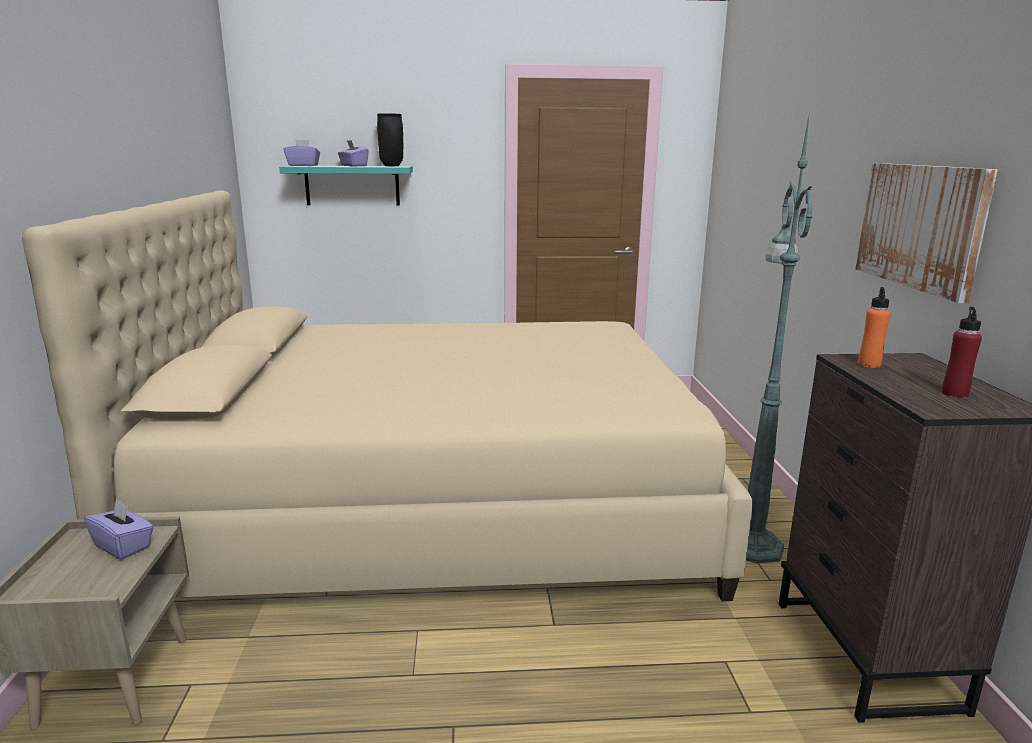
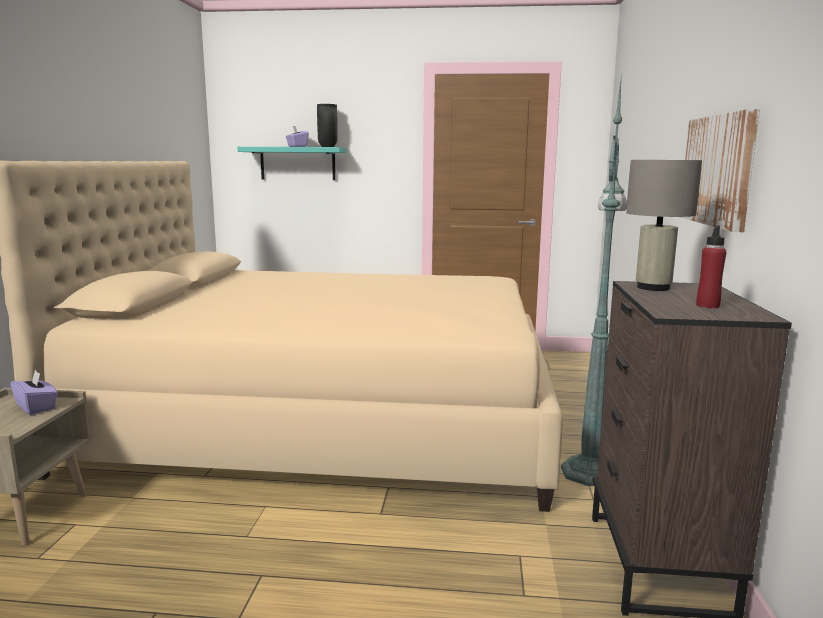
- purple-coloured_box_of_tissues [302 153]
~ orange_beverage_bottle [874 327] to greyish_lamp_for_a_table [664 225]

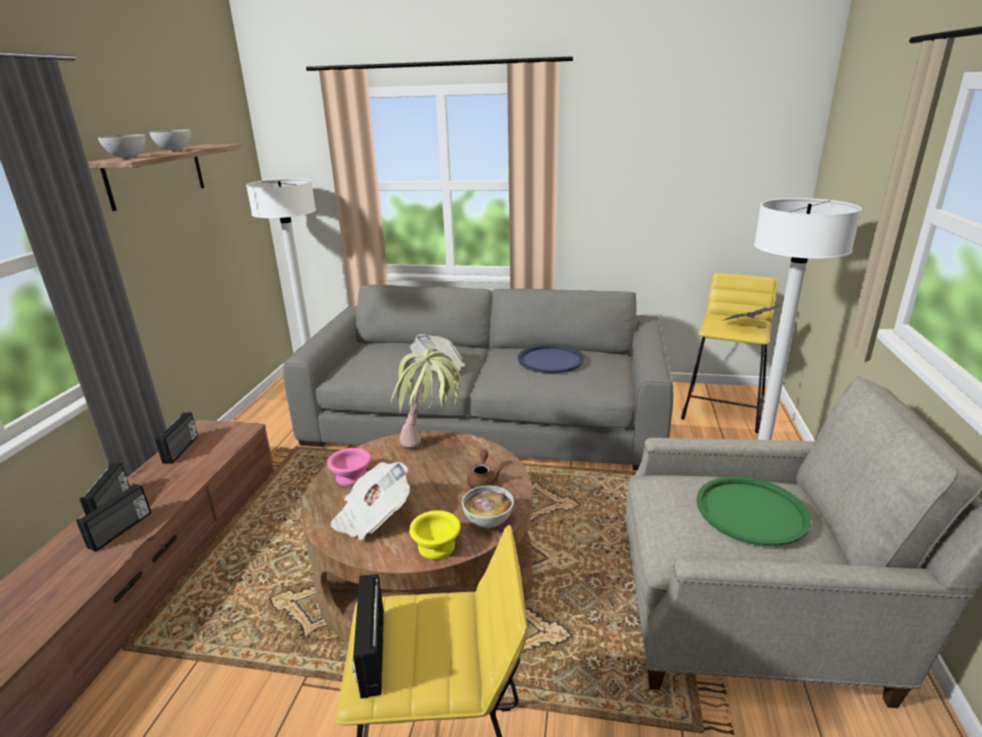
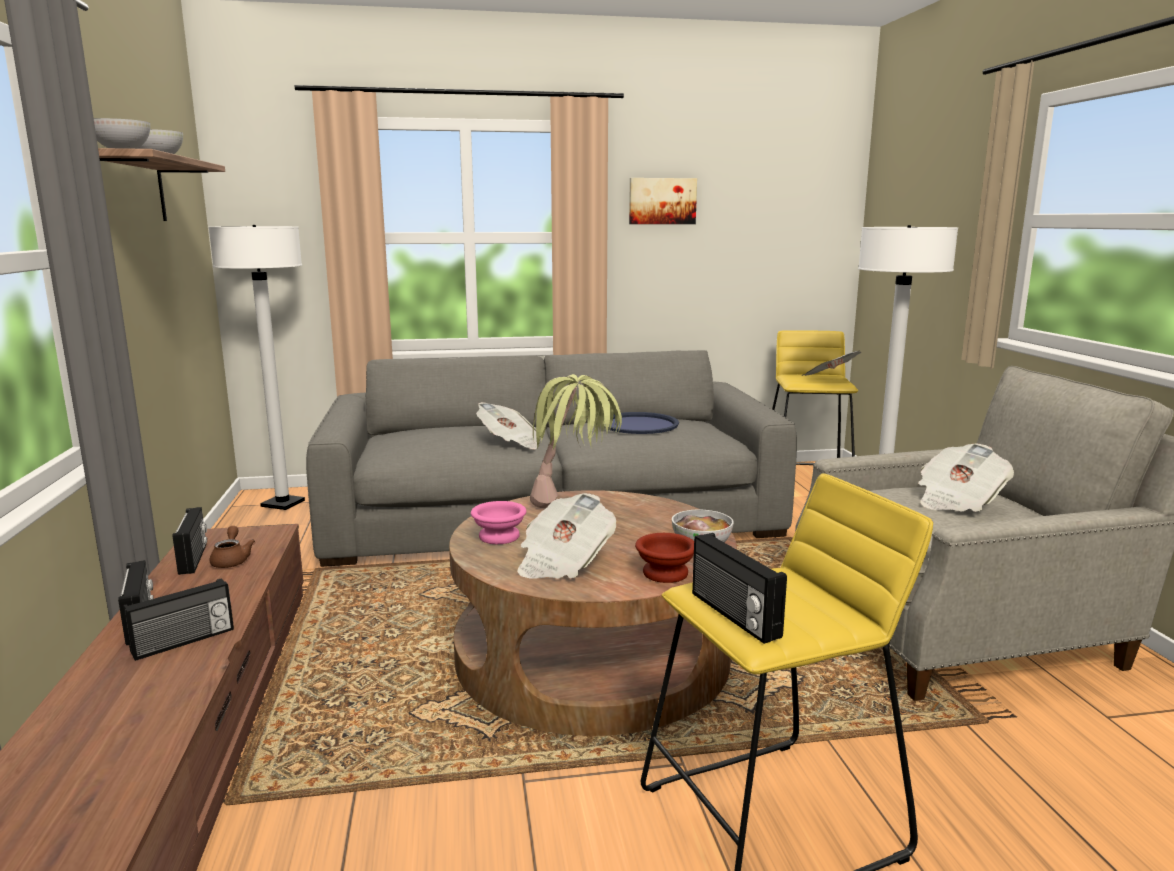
+ picture [663 201]
~ brownish_pot_for_tea [484 469] to [232 547]
~ green-coloured_carrying_tray [753 511] to printed_paper [966 478]
~ yellow-coloured_deep_dish [435 535] to brownish_deep_dish [664 558]
~ radio_receiver [113 518] = [178 620] 45 degrees clockwise

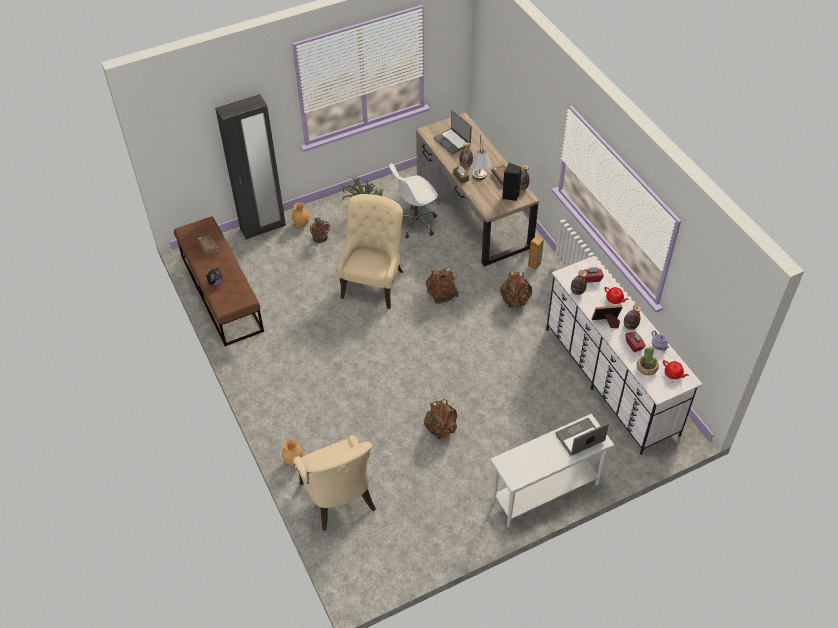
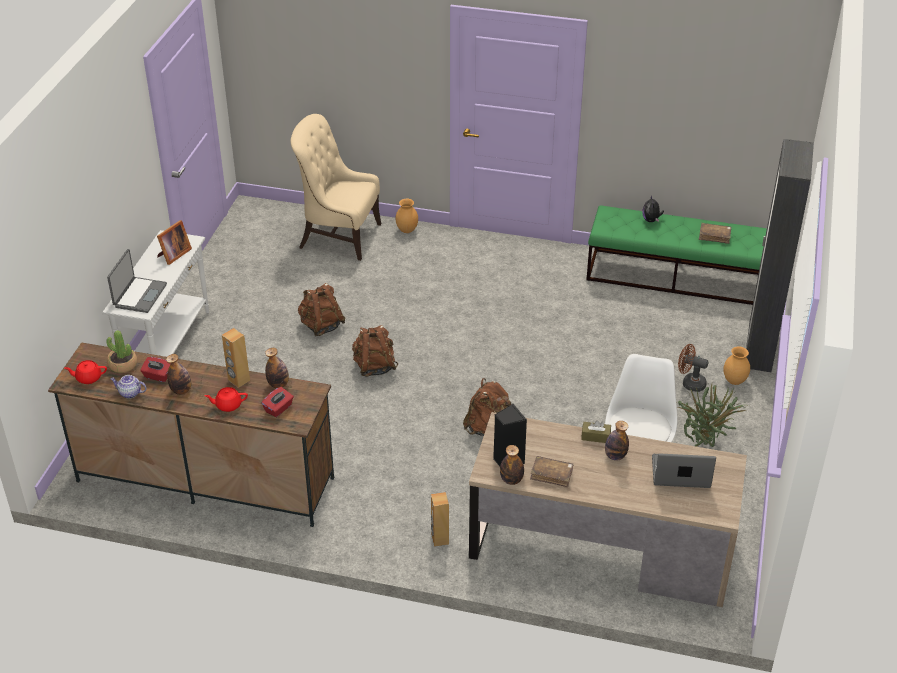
- beige-coloured_chair [369 251]
- greyish_lamp_for_a_table [481 157]
+ brownish_loudspeaker [236 358]
~ brownish_rucksack [516 289] to [375 351]
~ picture_frame [607 316] to [174 242]
~ brownish_bench [219 281] to green-coloured_bench [676 255]
~ white_drawer_chest [624 355] to brownish_drawer_chest [191 434]

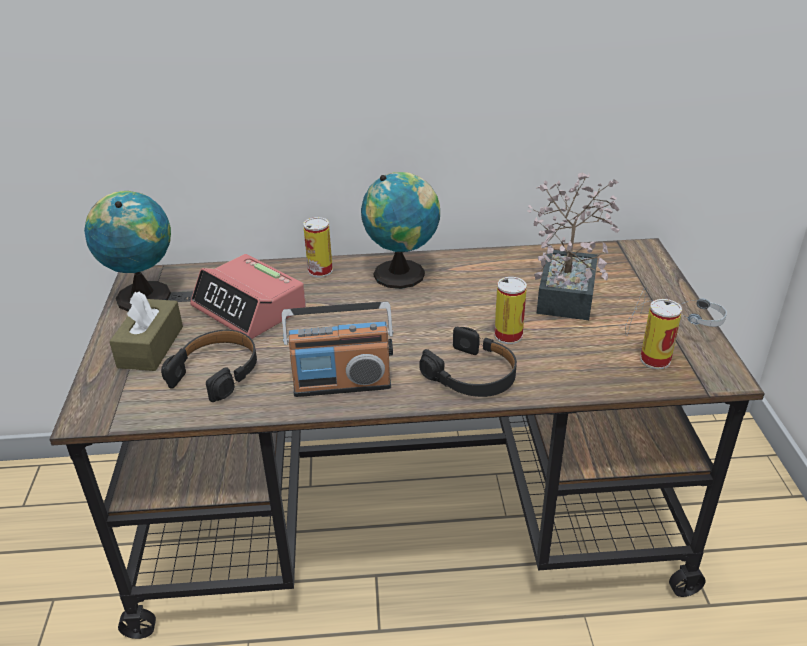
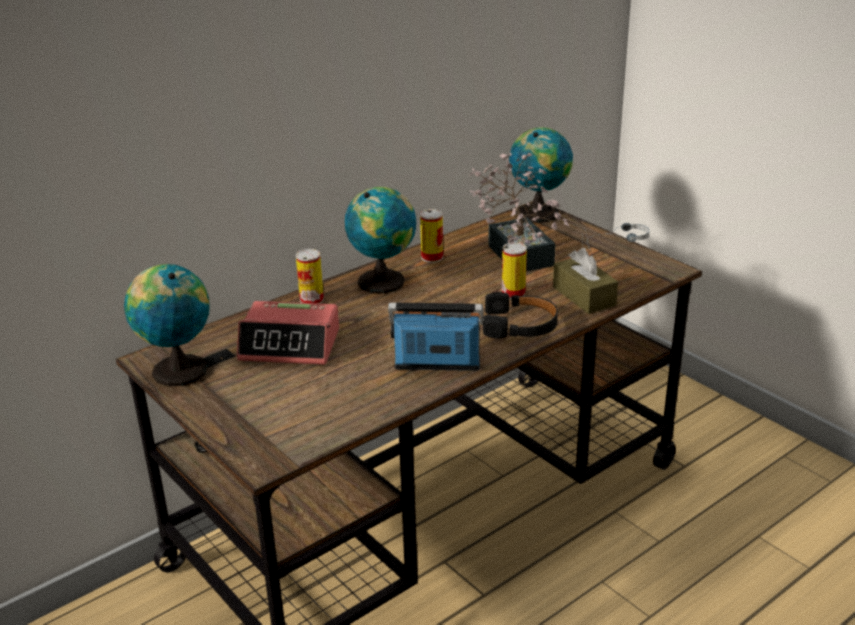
- black-coloured_headset [209 366]
+ globe [541 175]
~ brownish_box_of_tissues [146 331] to [585 281]
~ metal_can [661 334] to [431 236]
~ radio_receiver [337 349] = [436 337] 135 degrees counterclockwise

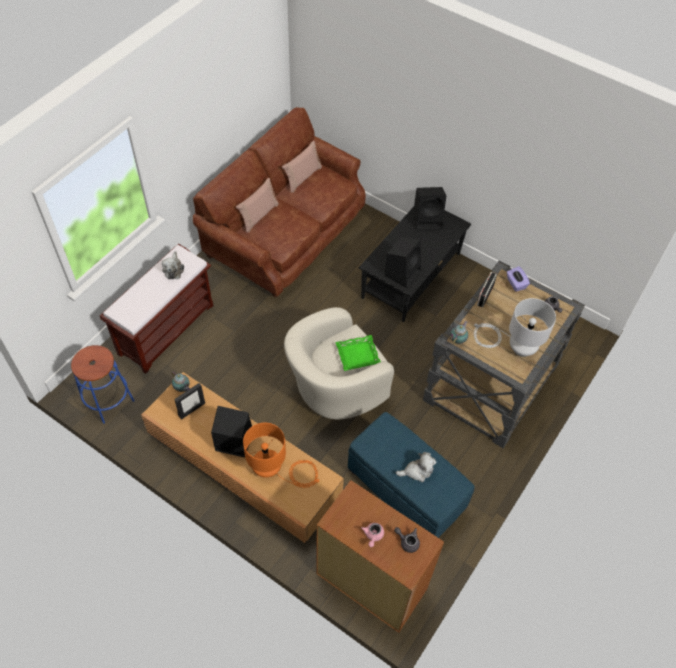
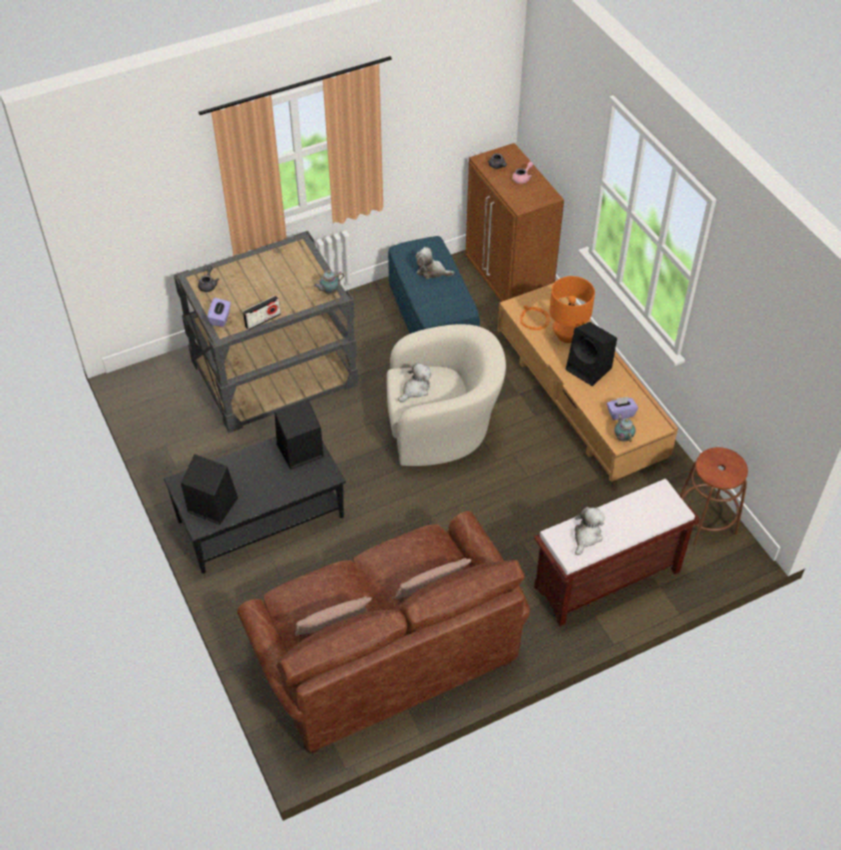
- greyish_lamp_for_a_table [515 327]
~ picture_frame [189 401] to purple-coloured_box_of_tissues [622 408]
~ green-coloured_carrying_tray [358 353] to cuddly_toy [414 382]
~ blue_stool_seat [103 384] to brownish_stool_seat [714 496]

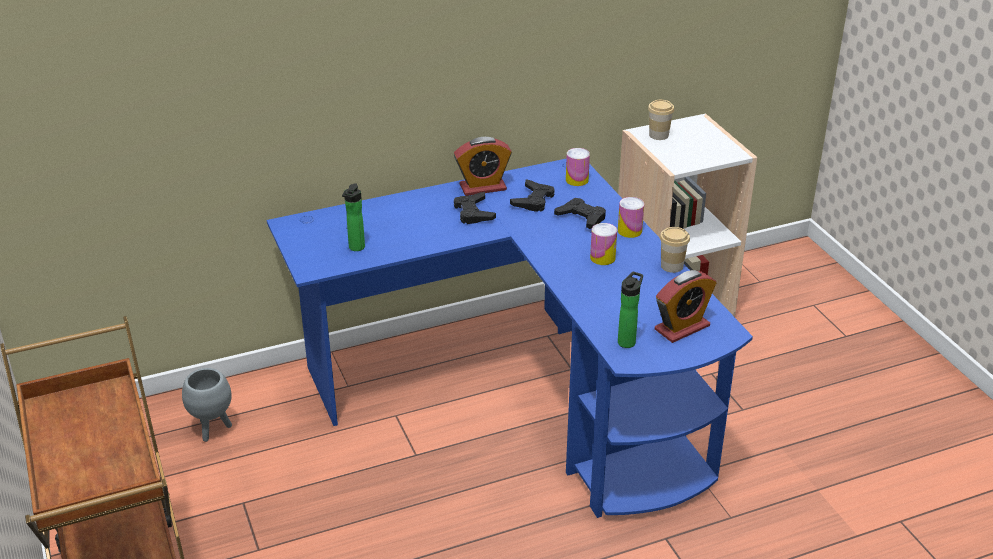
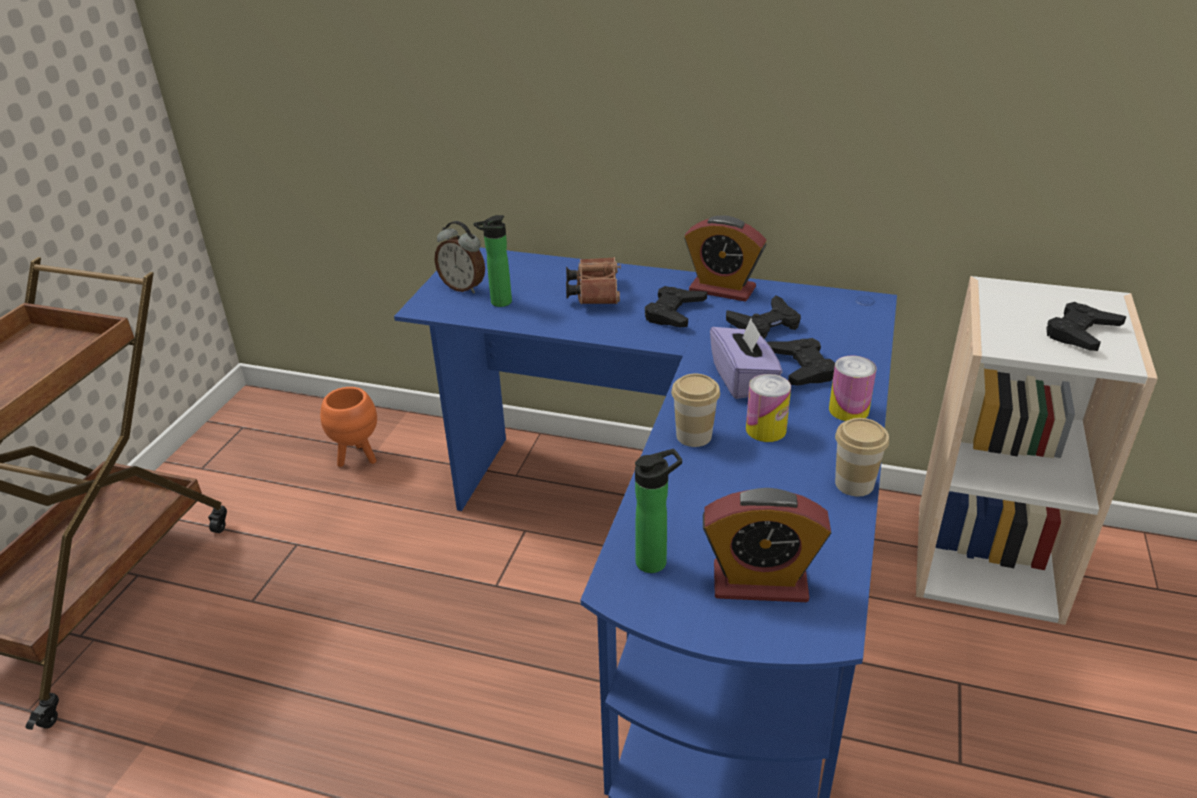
- metal_can [578 167]
+ bedside_clock [460 257]
+ brownish_pair_of_binoculars [593 280]
+ purple-coloured_box_of_tissues [746 358]
+ black-coloured_game_controller [1086 326]
~ cup [661 120] to [695 410]
~ greyish_planter [207 405] to orange_planter [348 427]

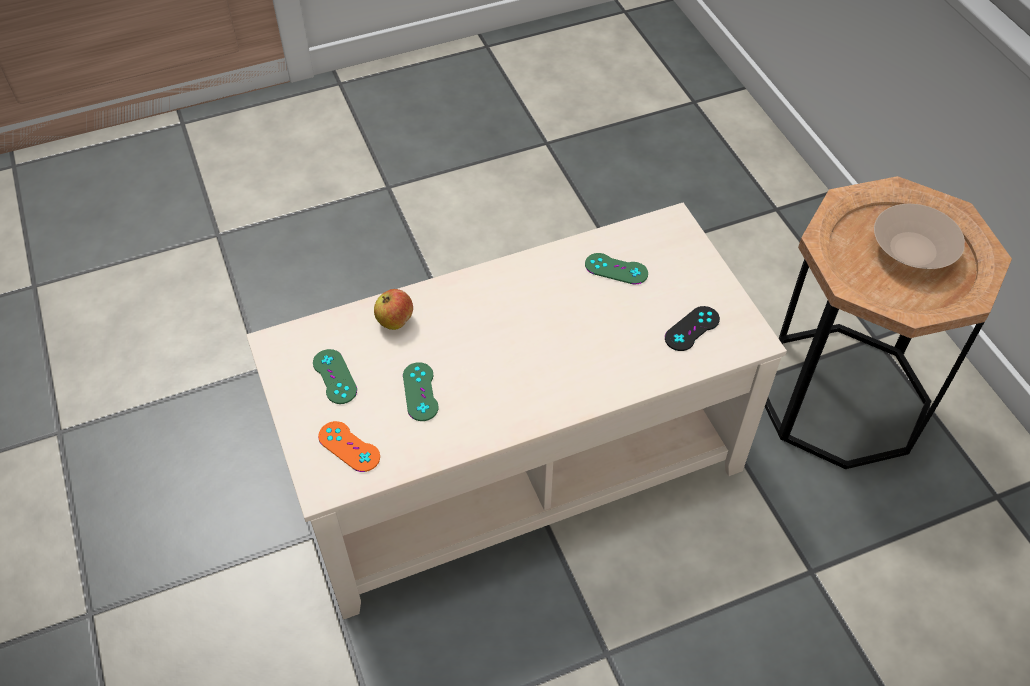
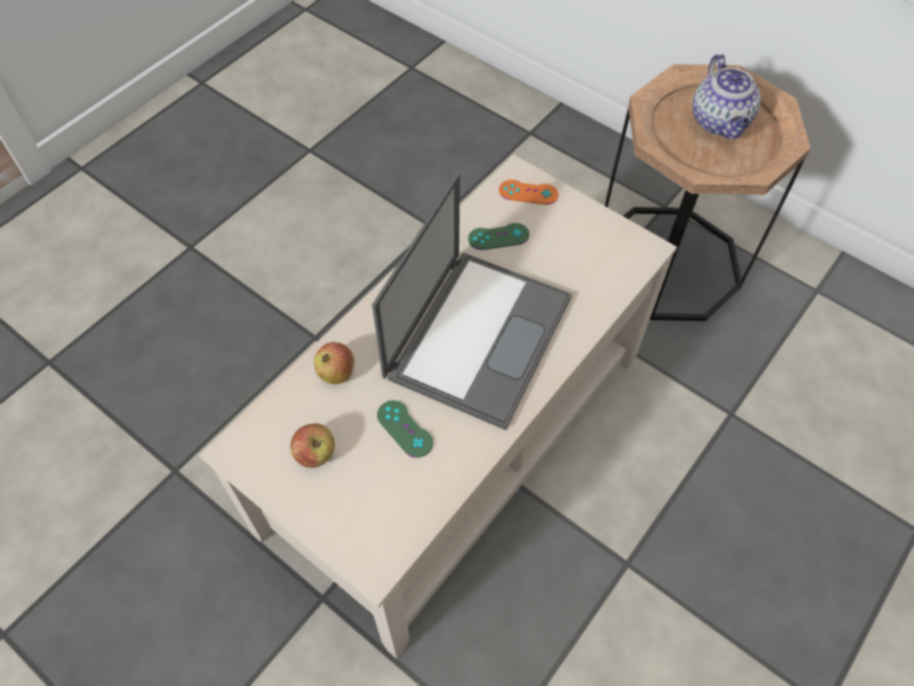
- black-coloured_game_controller [692 328]
+ portable_computer [472 301]
~ orange_game_controller [349 446] to [528 192]
~ green-coloured_game_controller [335 376] to apple_fruit [312 445]
~ beige-coloured_deep_dish [919 236] to pot_for_tea [727 96]

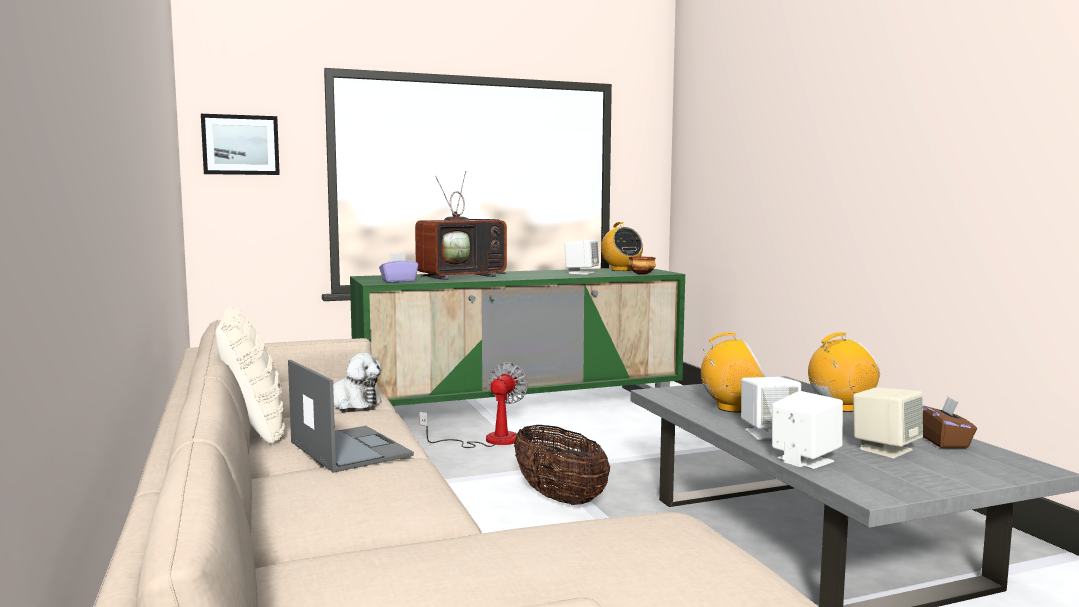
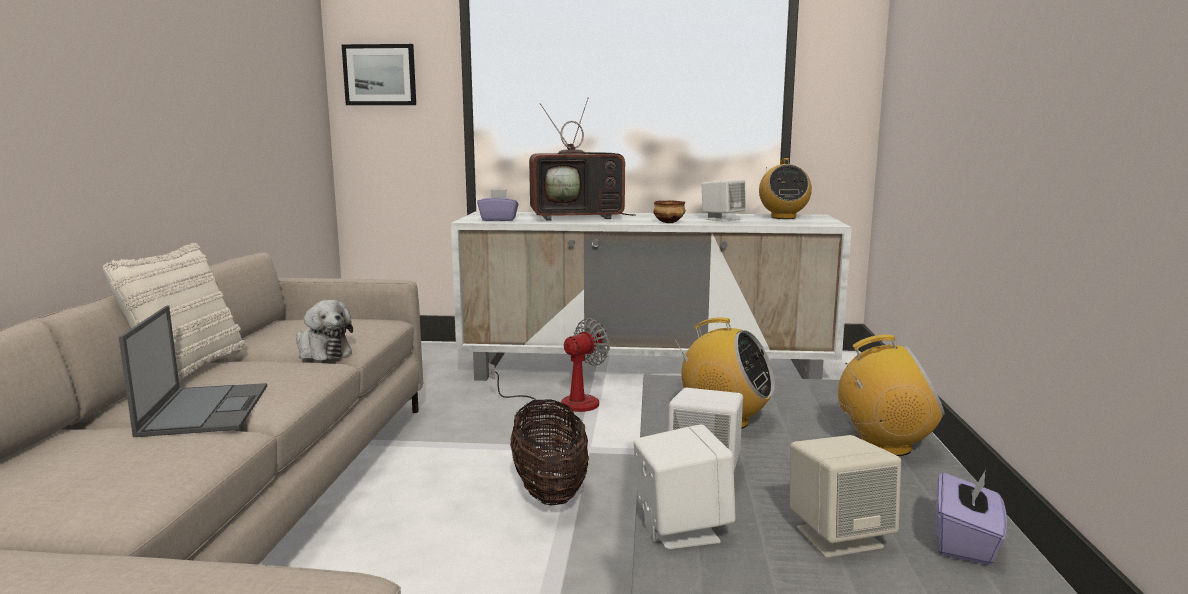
~ deep_dish [642 265] to [669 211]
~ green-coloured_media_console [517 338] to white_media_console [651 296]
~ brownish_box_of_tissues [950 422] to purple-coloured_box_of_tissues [971 517]

